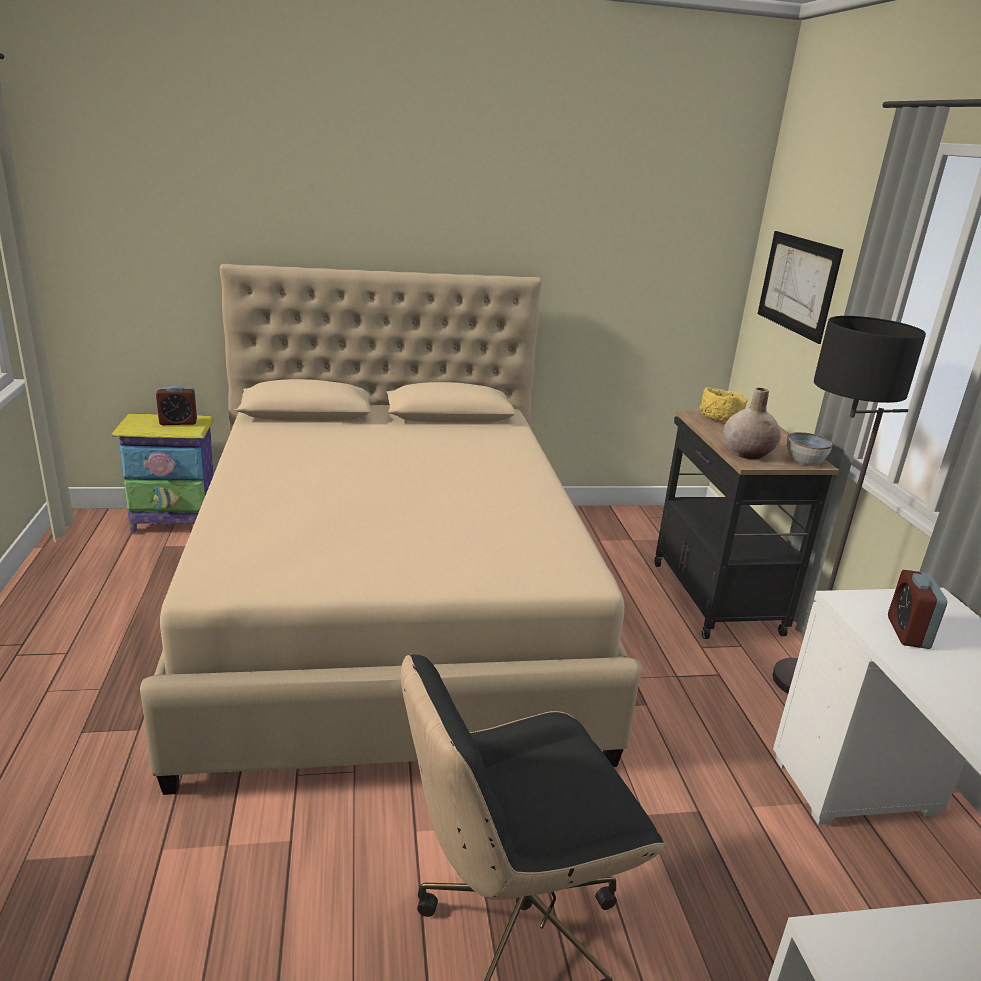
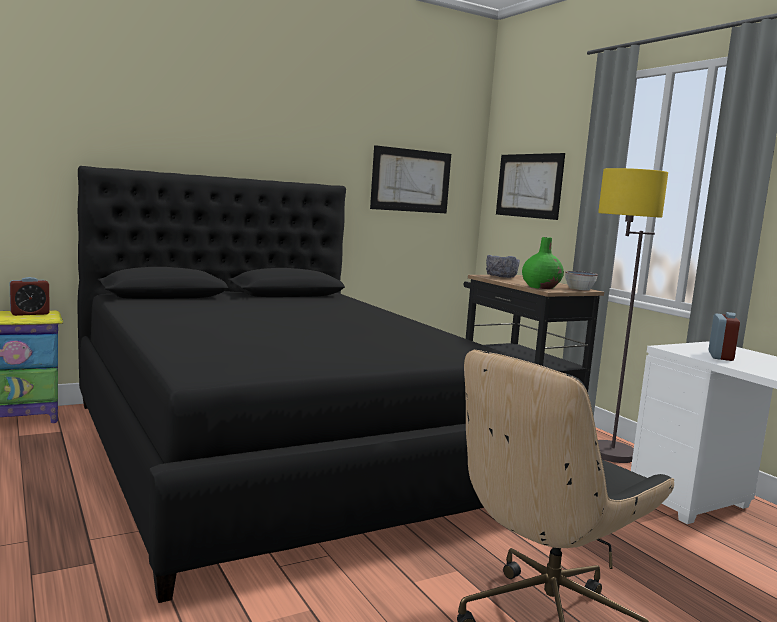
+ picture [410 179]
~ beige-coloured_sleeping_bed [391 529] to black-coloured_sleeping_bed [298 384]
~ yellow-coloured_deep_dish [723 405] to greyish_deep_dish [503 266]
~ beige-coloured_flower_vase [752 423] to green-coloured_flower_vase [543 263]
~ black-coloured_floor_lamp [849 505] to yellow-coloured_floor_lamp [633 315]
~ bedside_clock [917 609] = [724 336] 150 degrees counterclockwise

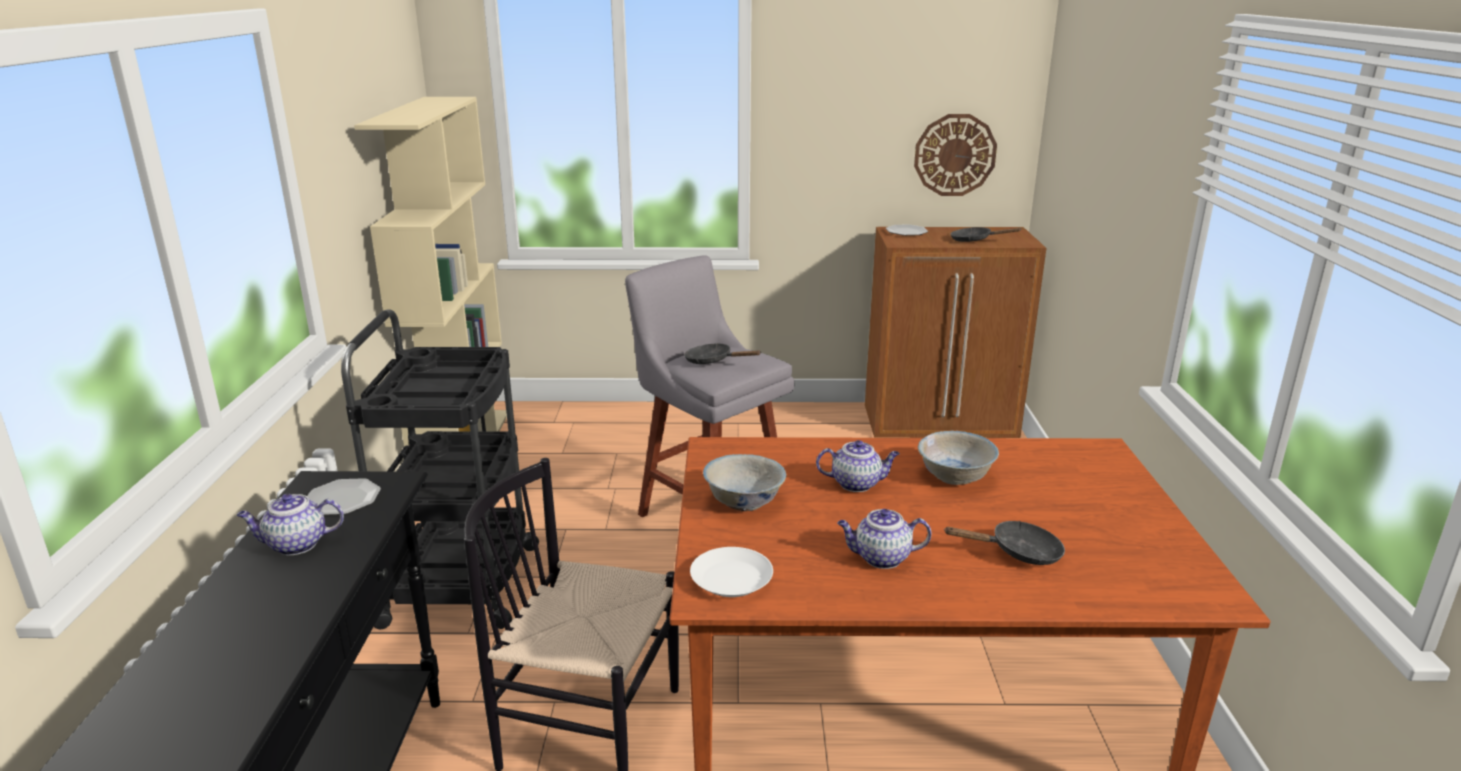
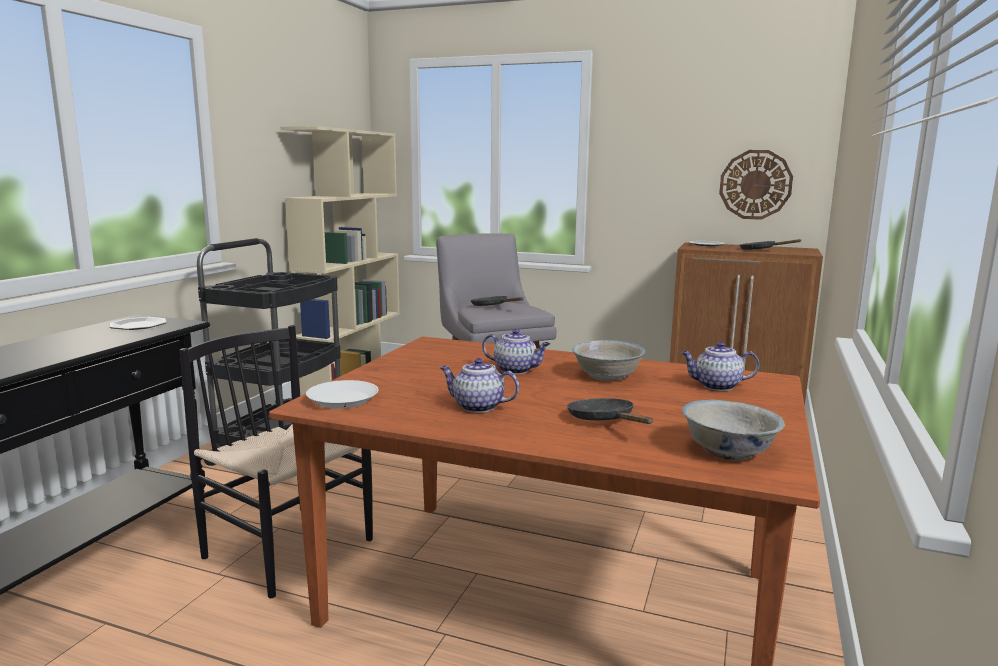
~ pot_for_tea [290 524] to [720 366]
~ white_deep_dish [745 482] to [733 430]
~ black-coloured_skillet [1004 543] = [610 411] 135 degrees counterclockwise

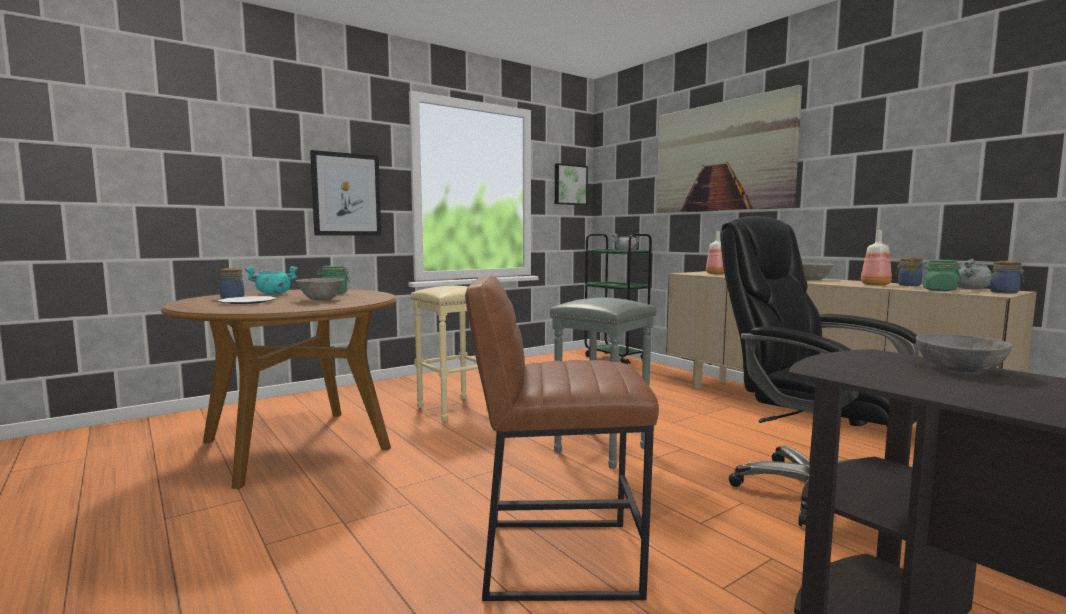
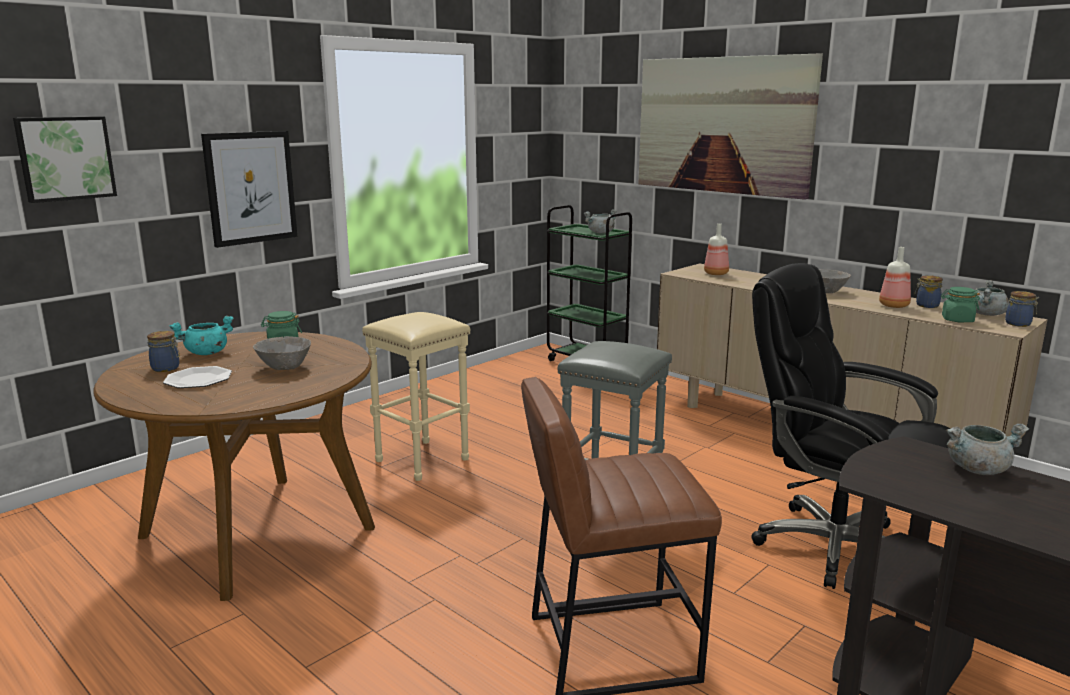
~ picture [571 184] to [65 159]
~ greyish_deep_dish [964 353] to greyish_stockpot [987 449]

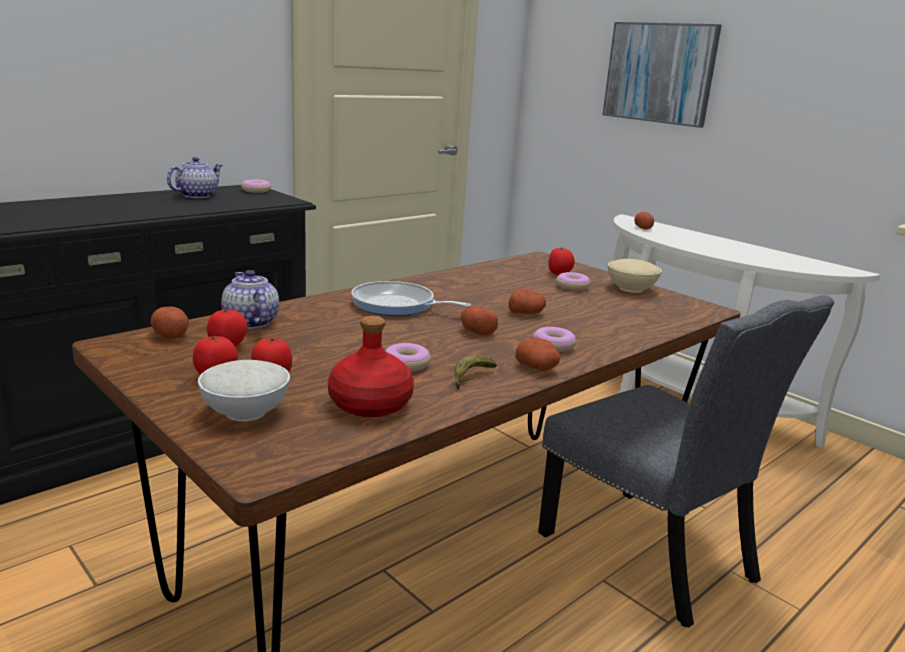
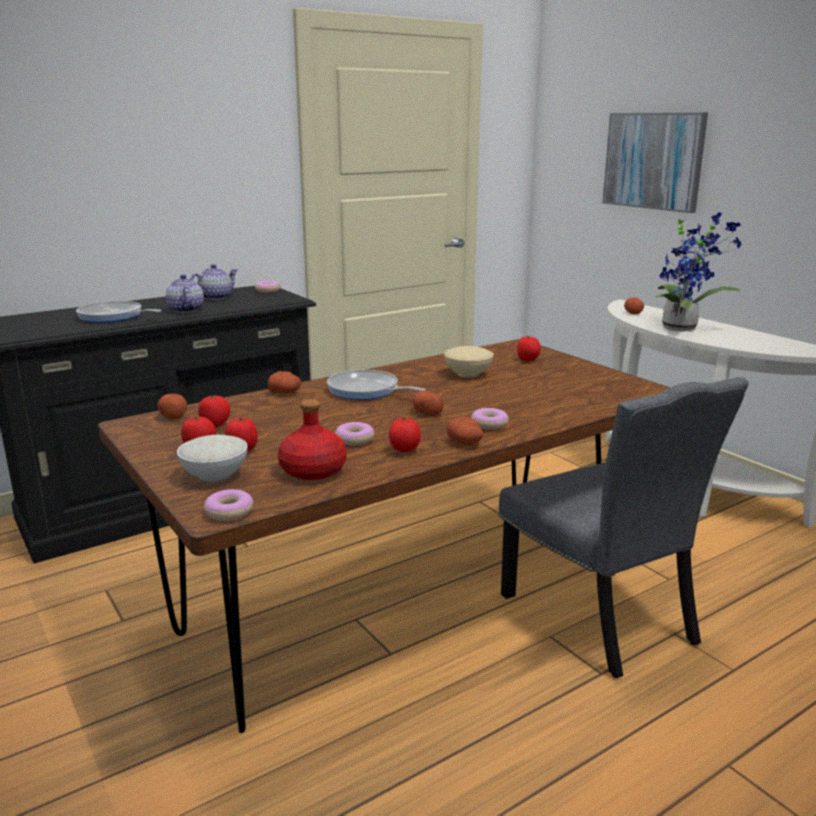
+ skillet [119 312]
+ plant_in_a_pot [698 271]
~ pot_for_tea [250 299] to [185 294]
~ whole_potato [527 301] to [284 382]
~ ring_doughnut [573 281] to [228 505]
~ beige-coloured_deep_dish [635 276] to [468 362]
~ banana_fruit [475 372] to fresh_tomato [405 434]

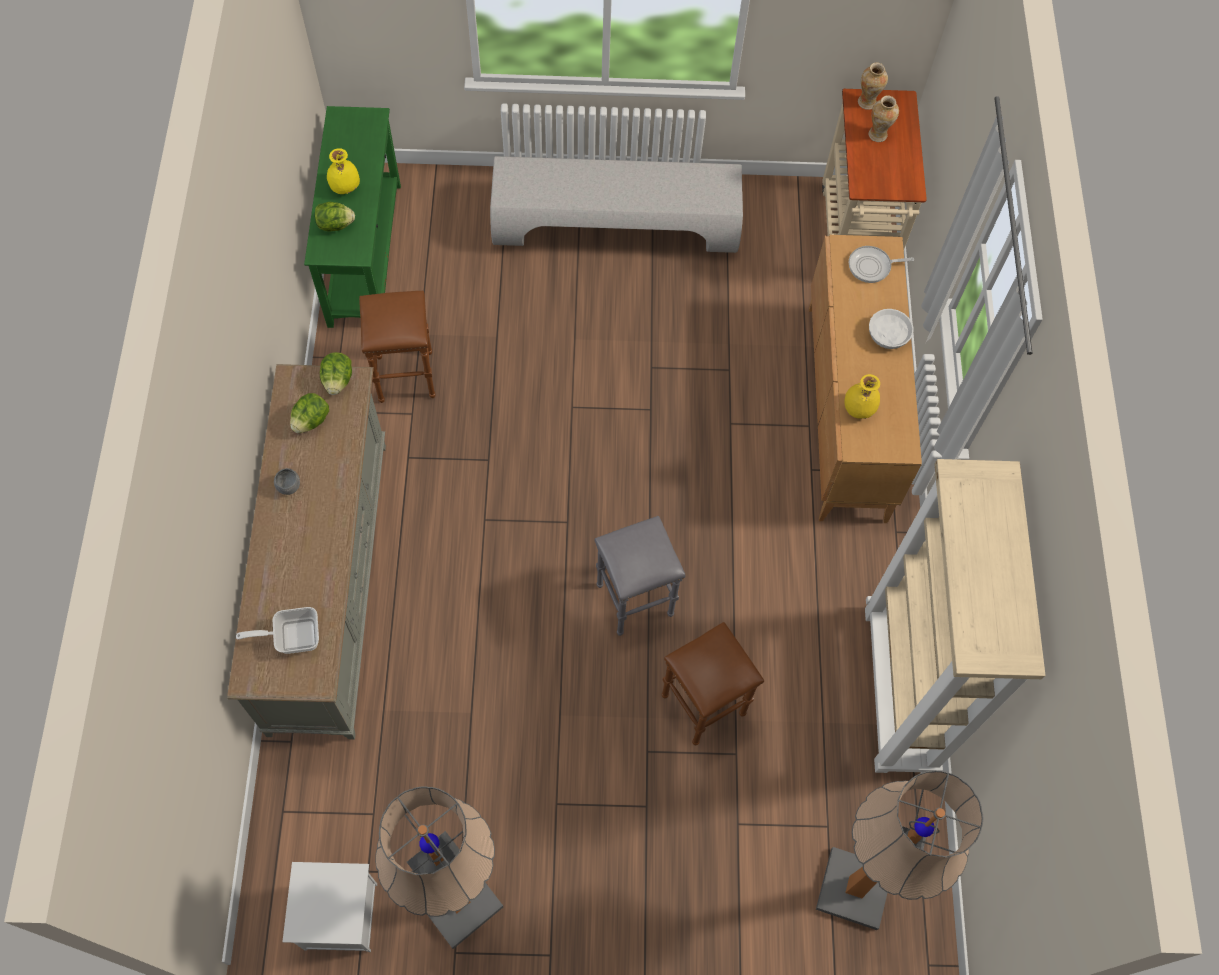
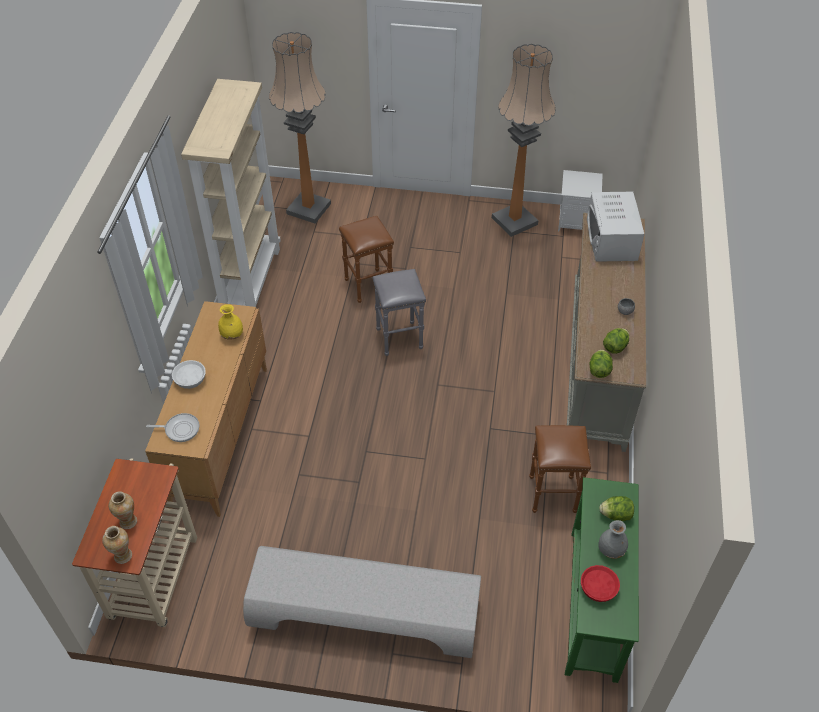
+ red-coloured_deep_dish [600 583]
~ skillet [277 630] to white_microwave_oven [615 227]
~ yellow-coloured_flower_vase [343 171] to greyish_flower_vase [613 539]

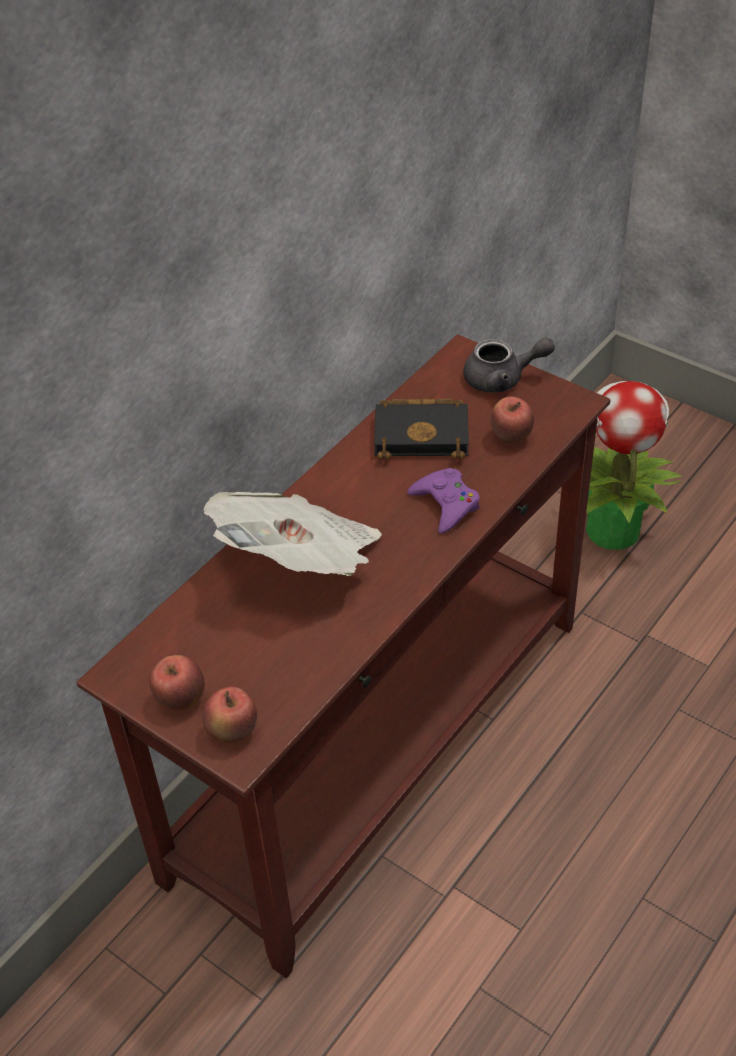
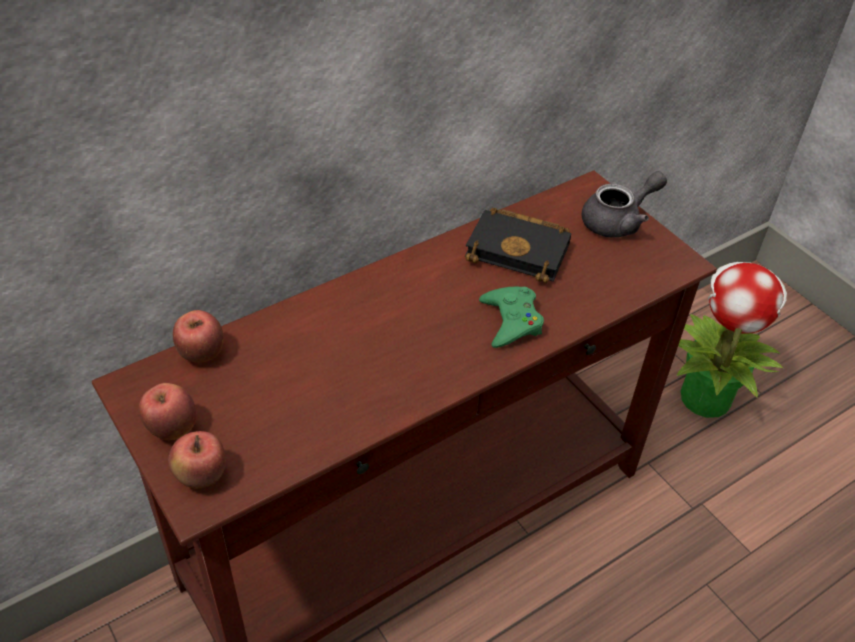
- printed_paper [293 534]
~ apple_fruit [512 420] to [198 336]
~ purple-coloured_game_controller [443 501] to green-coloured_game_controller [511 317]
~ greyish_pot_for_tea [509 365] = [624 204] 45 degrees counterclockwise

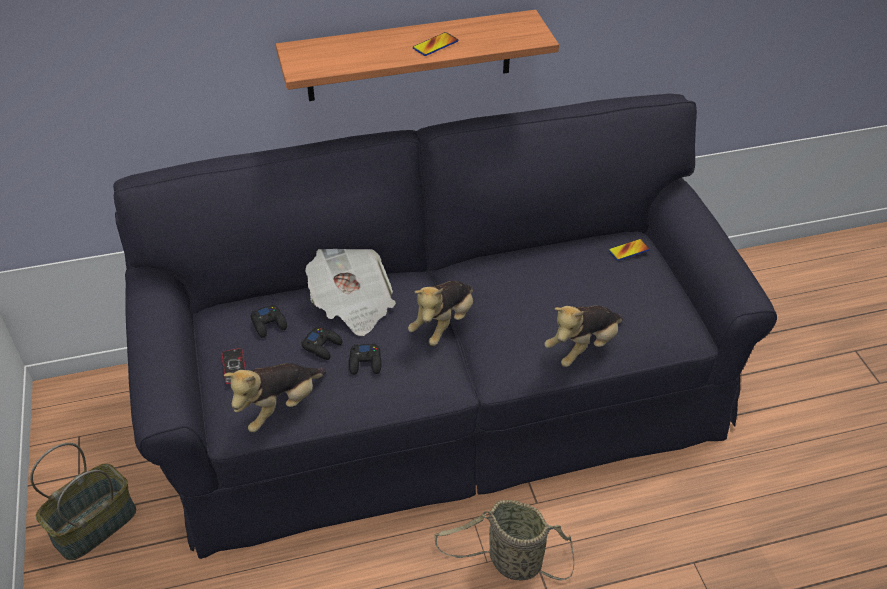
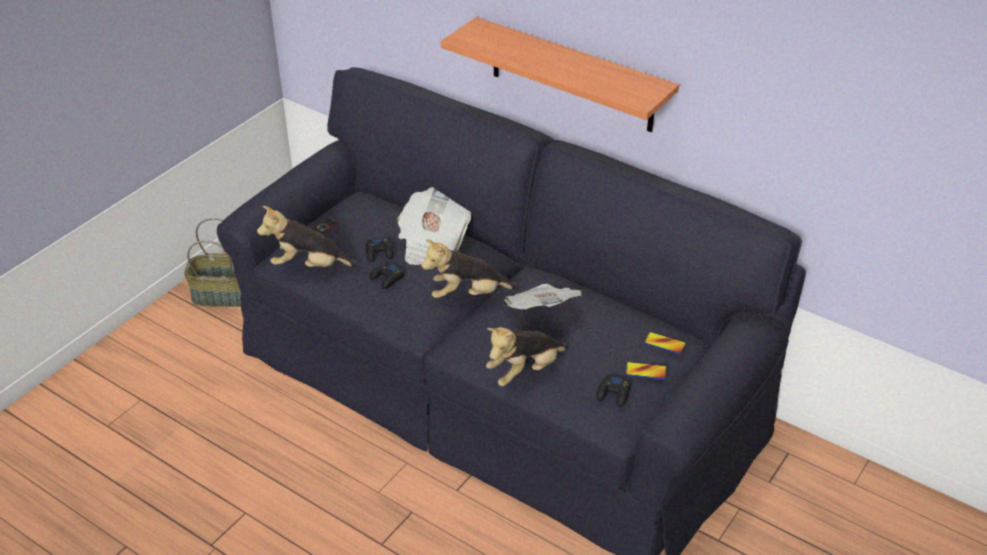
- basket [504 540]
+ printed_paper [543 296]
~ black-coloured_game_controller [269 321] to [613 391]
~ handset [435 44] to [646 371]
~ cuddly_toy [583 336] = [527 356] 45 degrees counterclockwise

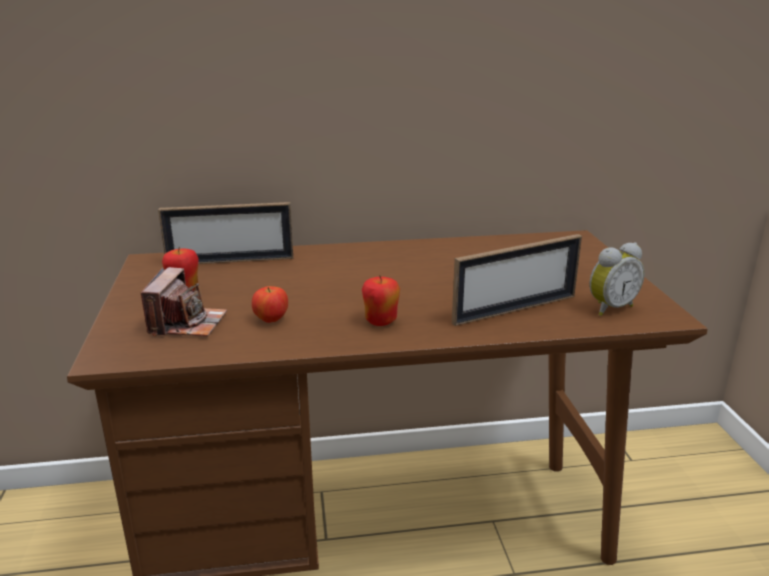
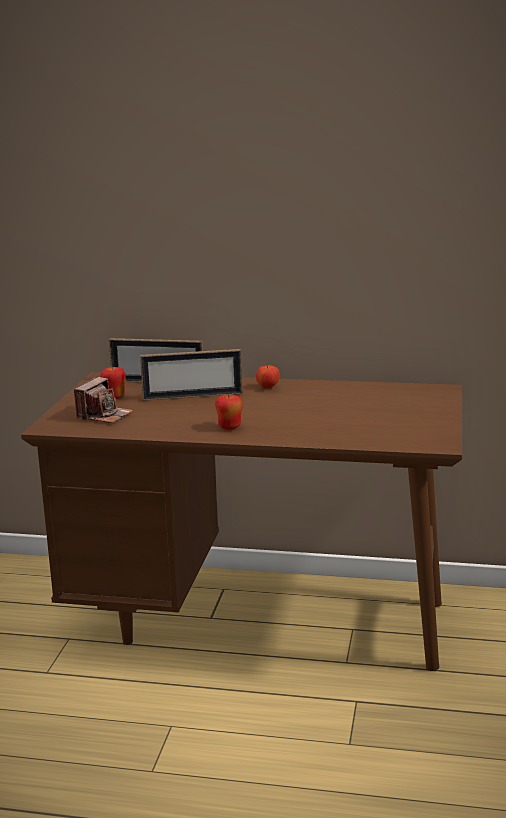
- bedside_clock [617 279]
~ apple_fruit [270 304] to [268 377]
~ picture_frame [517 280] to [191 375]

